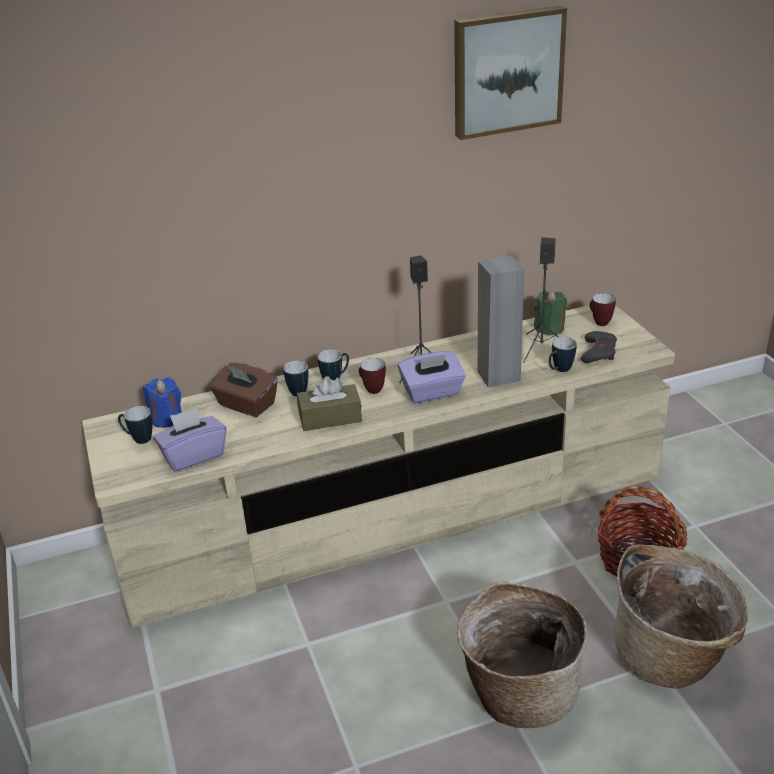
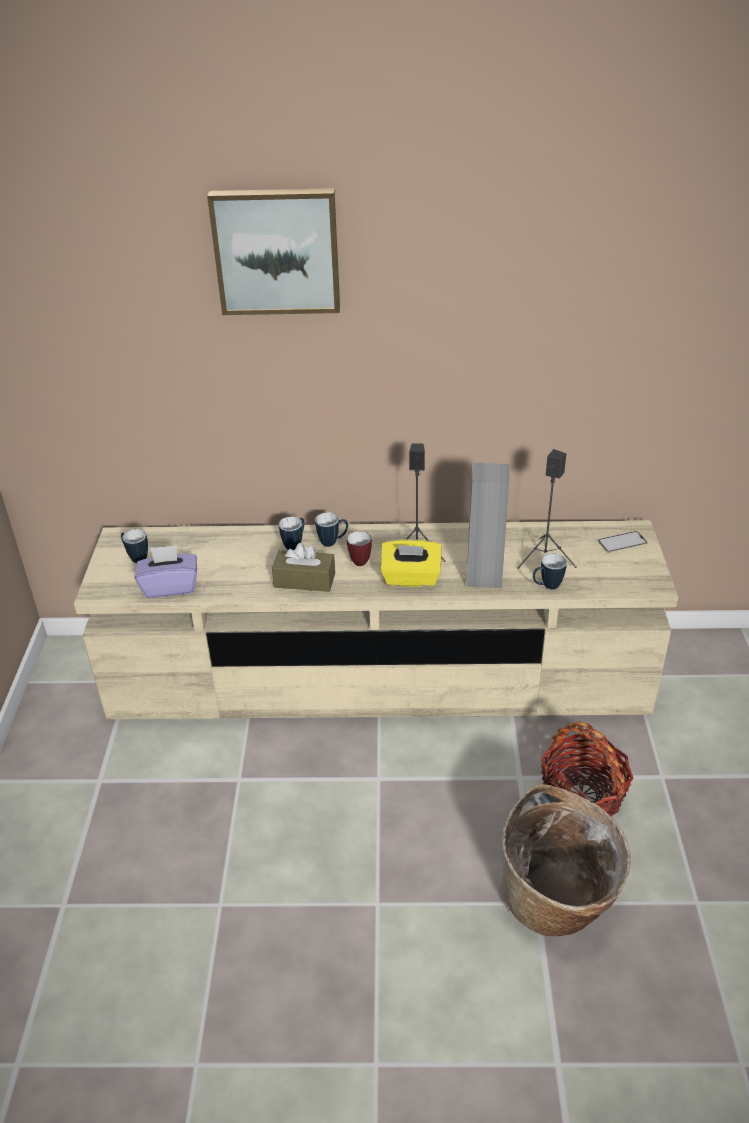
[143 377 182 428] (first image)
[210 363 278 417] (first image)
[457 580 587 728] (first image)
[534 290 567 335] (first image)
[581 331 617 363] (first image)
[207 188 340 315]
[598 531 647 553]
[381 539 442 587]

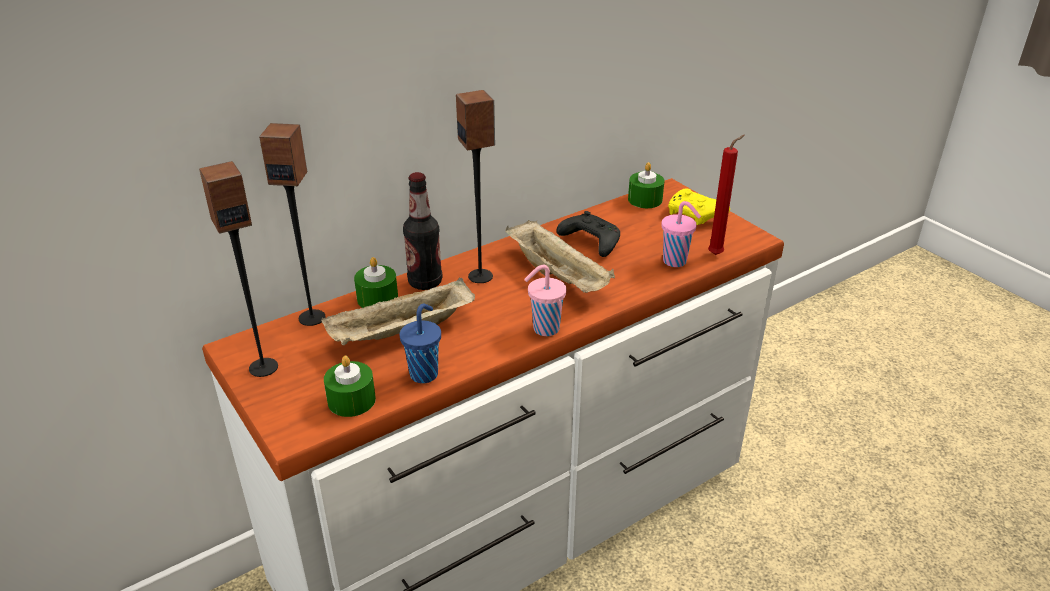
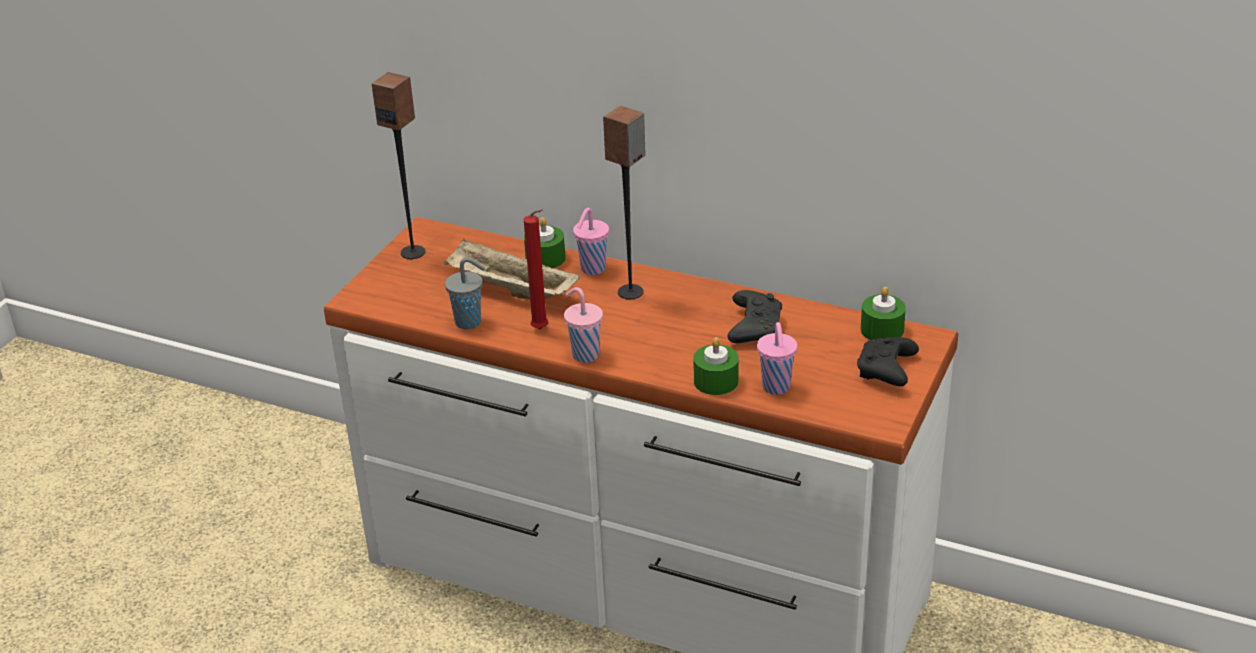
[259 123 326 326] (first image)
[505 220 615 293] (first image)
[693 337 739 395]
[524 209 548 329]
[573 208 609 275]
[445 258 485 329]
[857 337 919 386]

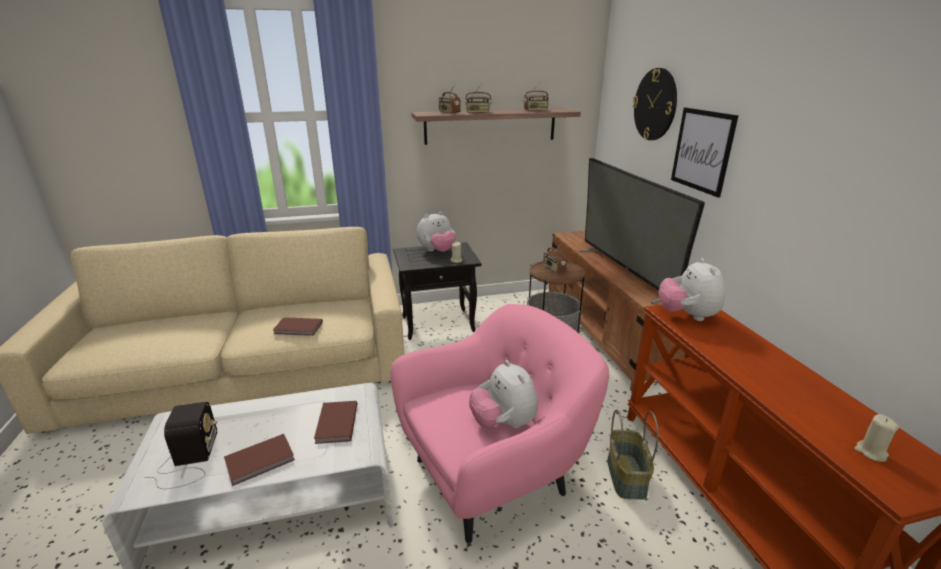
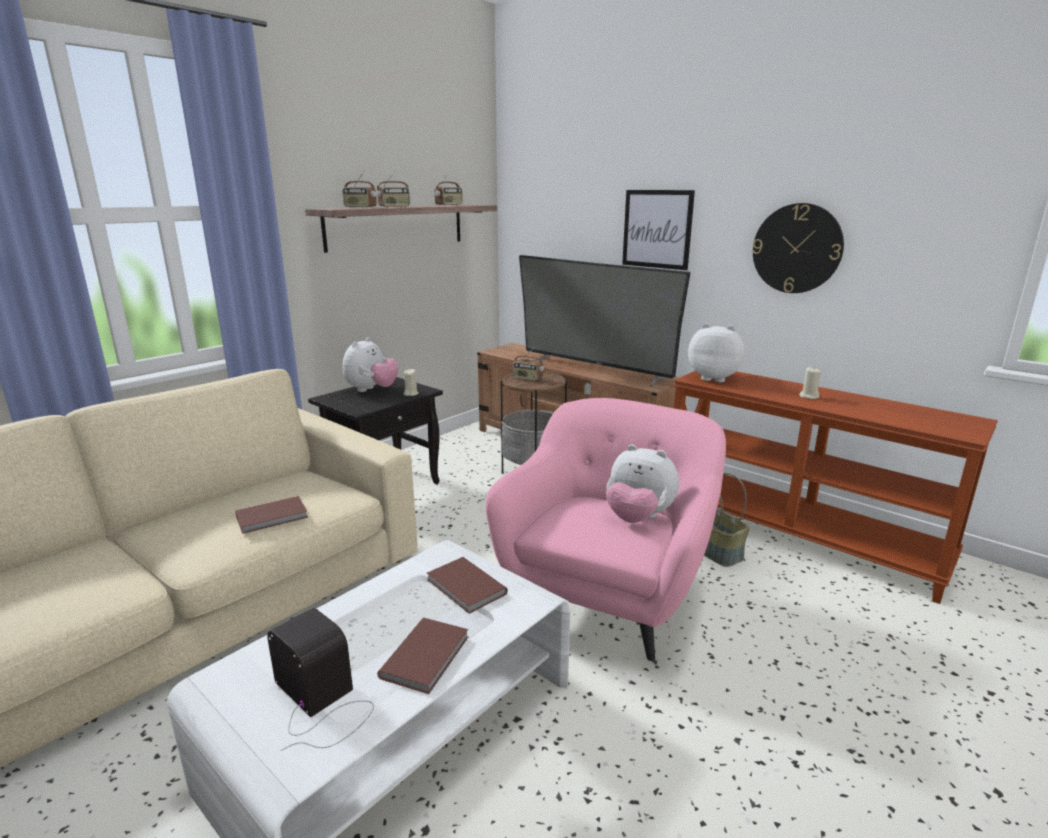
[752 203 844 293]
[799 367 821 399]
[688 323 745 383]

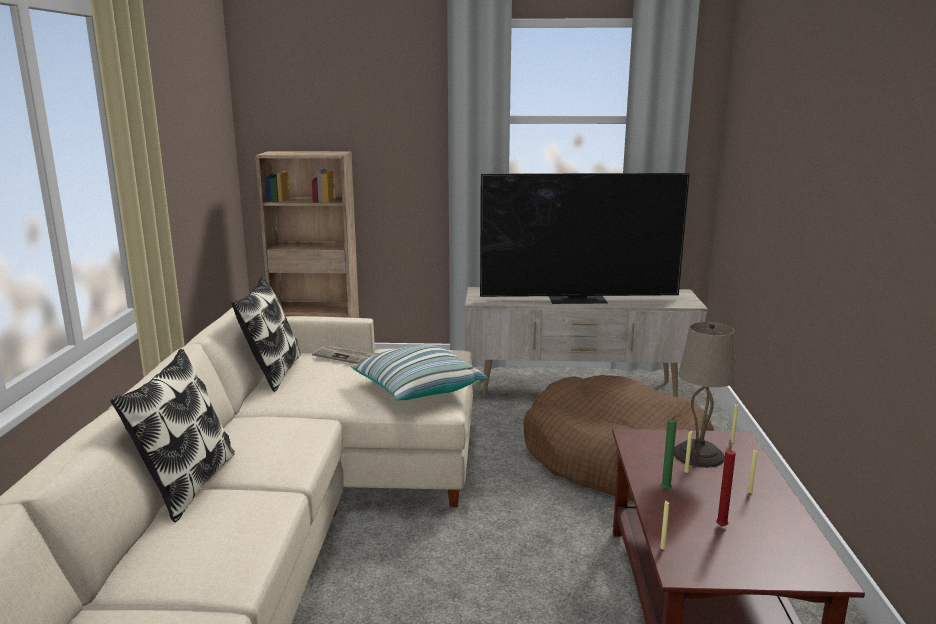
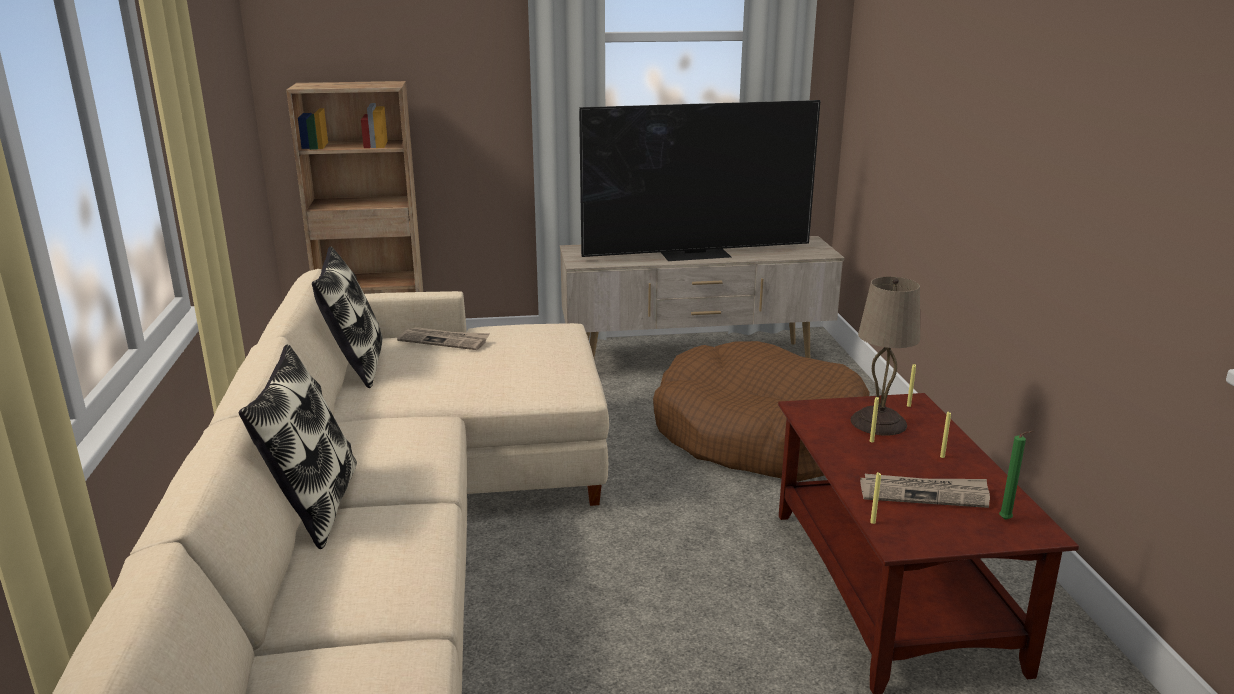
[350 345 487 401] (first image)
[999 431 1034 520]
[860 474 990 508]

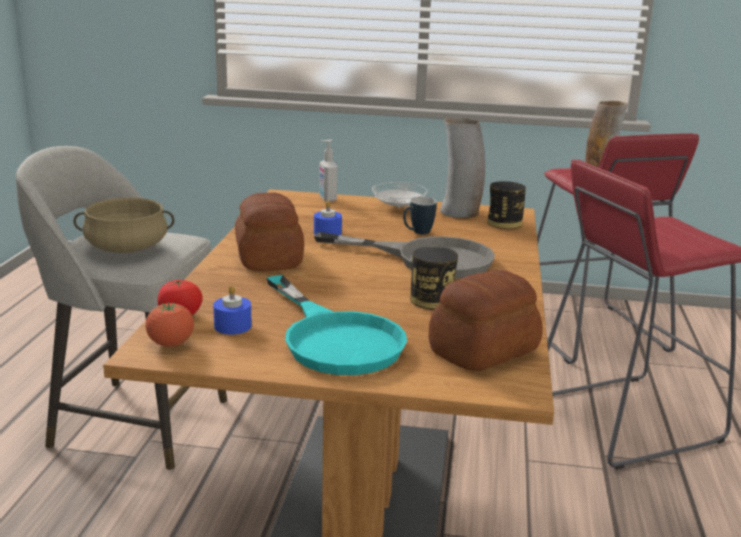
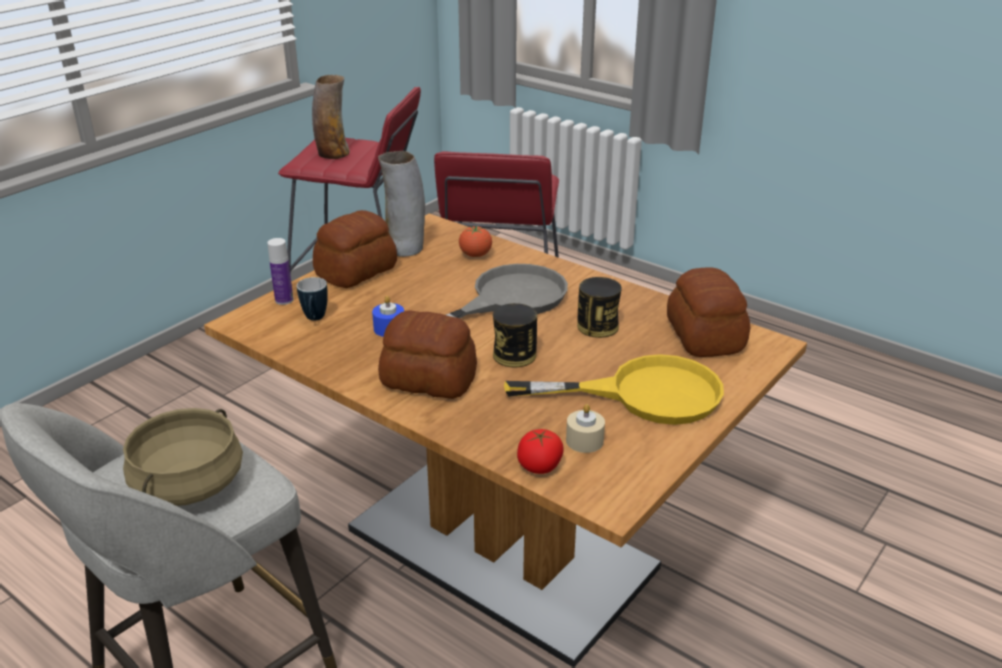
[459 226 492 257]
[297 277 328 321]
[493 303 537 367]
[267 238 294 305]
[313 210 397 288]
[566 404 605 453]
[504 354 724 425]

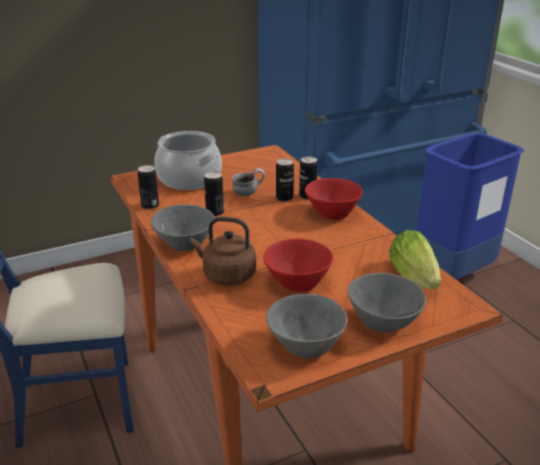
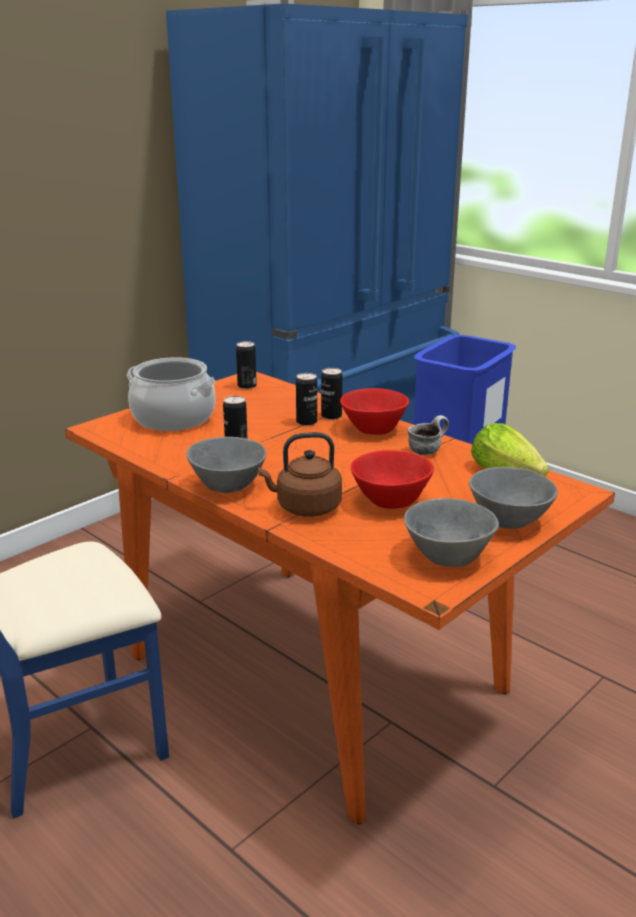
[236 341 257 389]
[408 415 449 455]

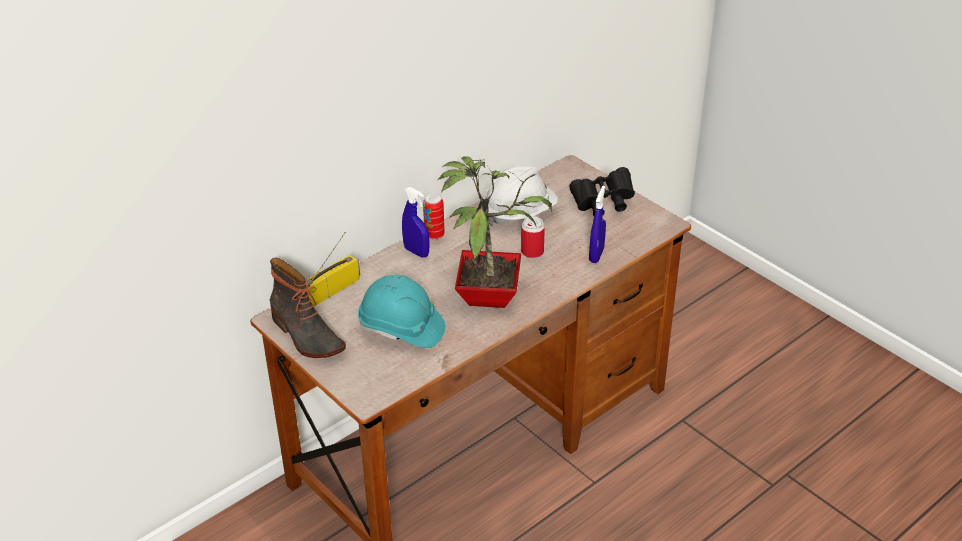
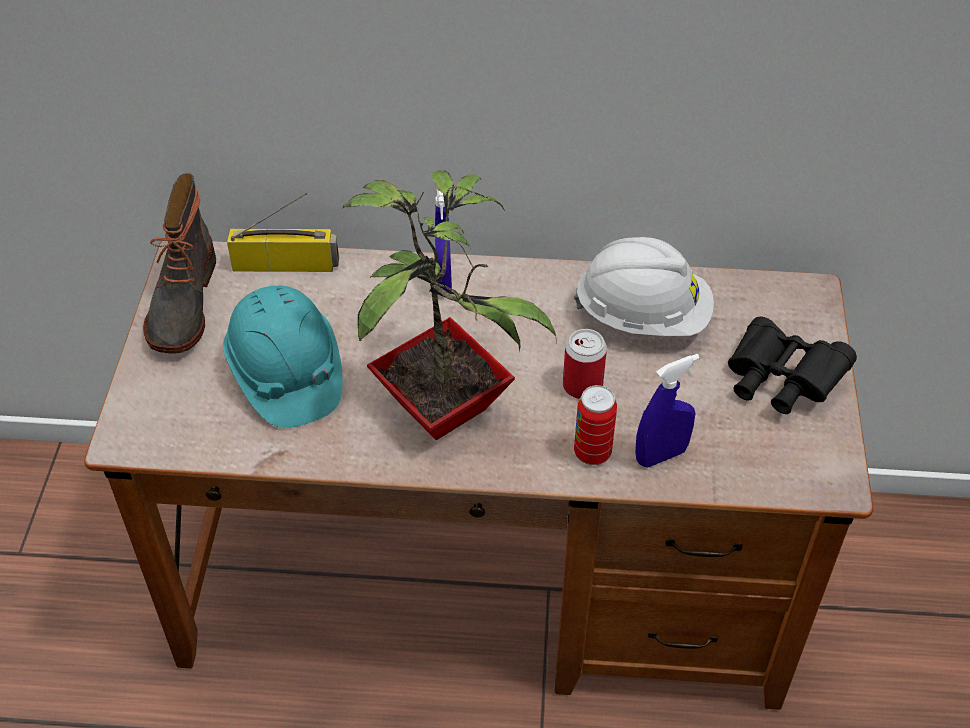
[574 385 617 465]

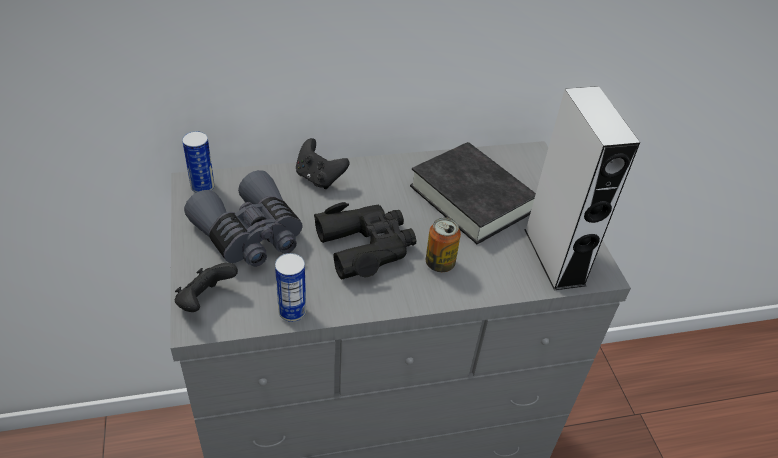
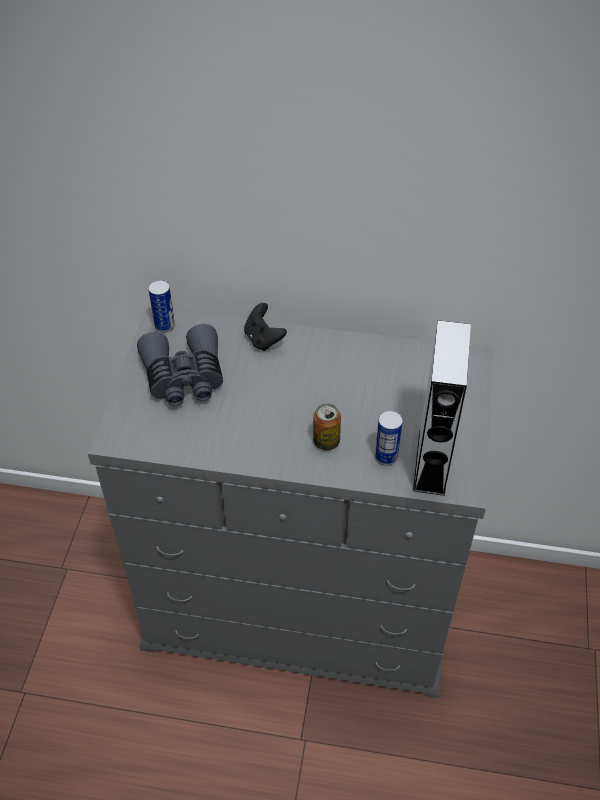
[175 263 238 312] (first image)
[314 202 417 279] (first image)
[410 142 536 244] (first image)
[375 411 403 466]

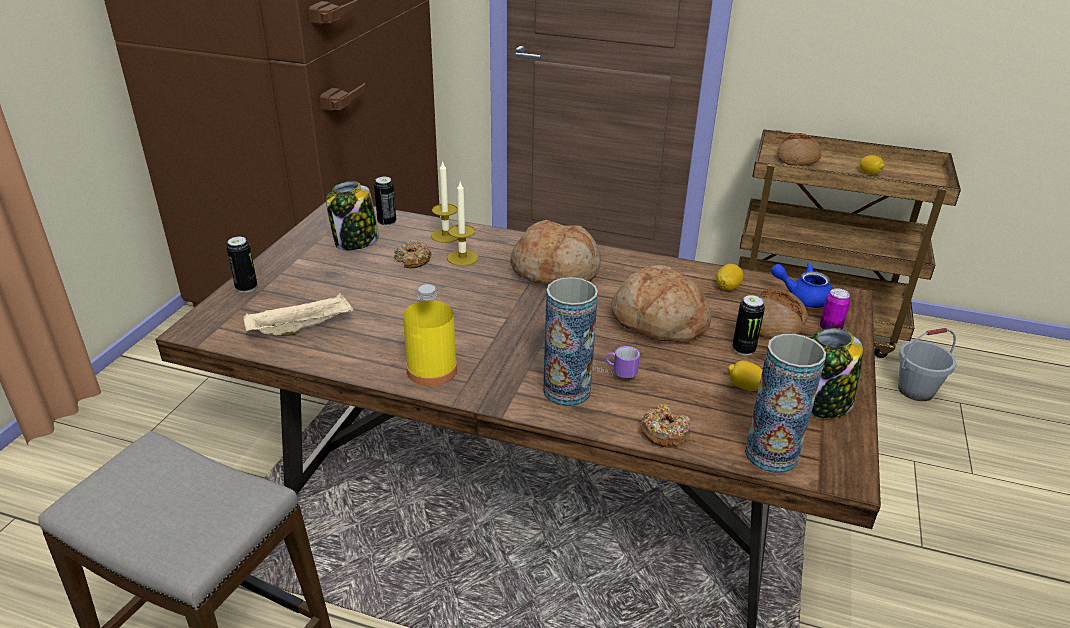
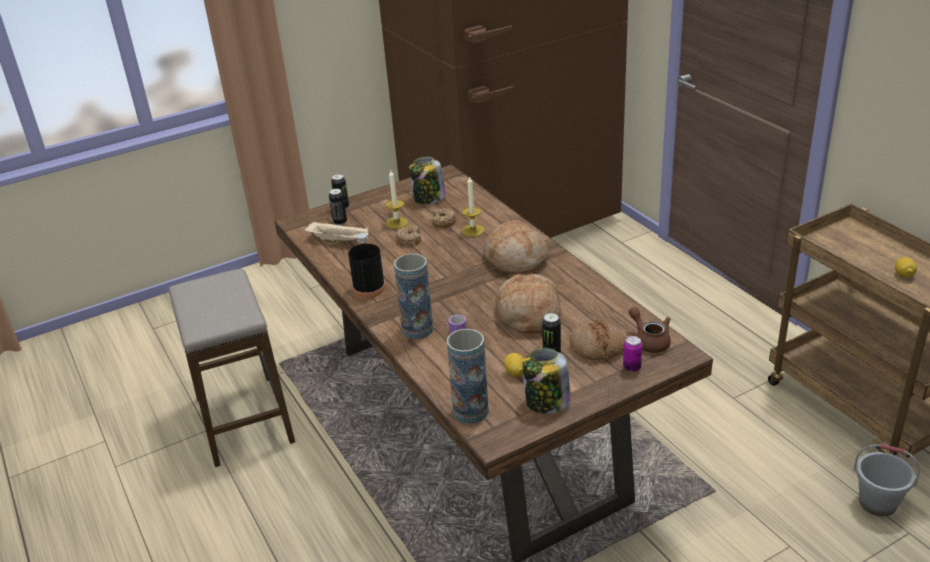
[716 264 743 290] (first image)
[777 133 821 166] (first image)
[329 189 347 226]
[385 170 408 229]
[395 226 421 246]
[348 233 385 298]
[629 307 671 353]

